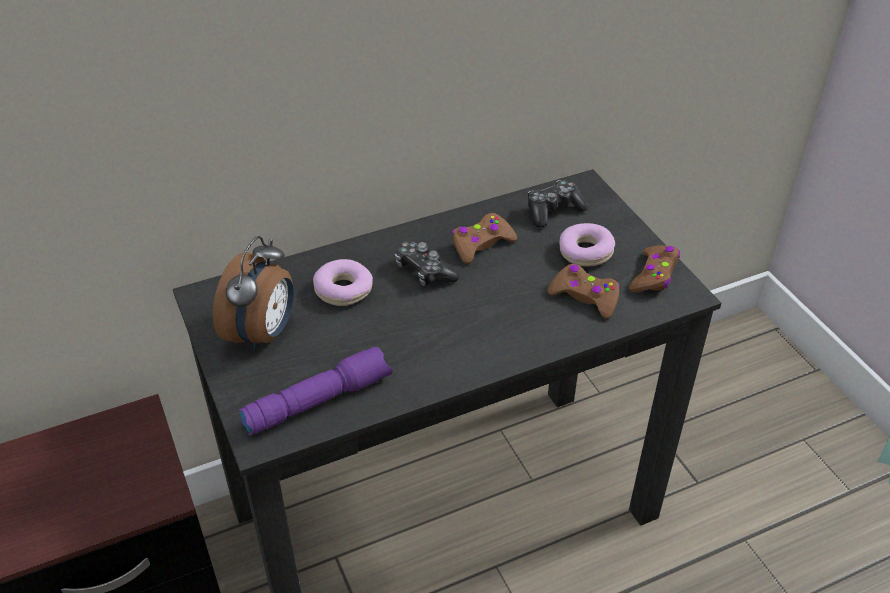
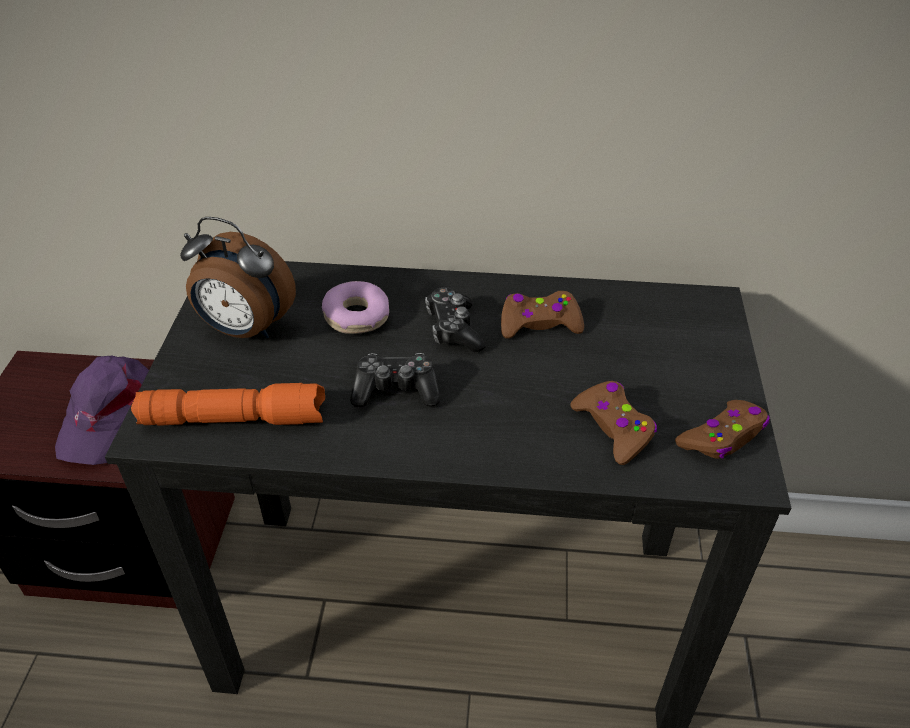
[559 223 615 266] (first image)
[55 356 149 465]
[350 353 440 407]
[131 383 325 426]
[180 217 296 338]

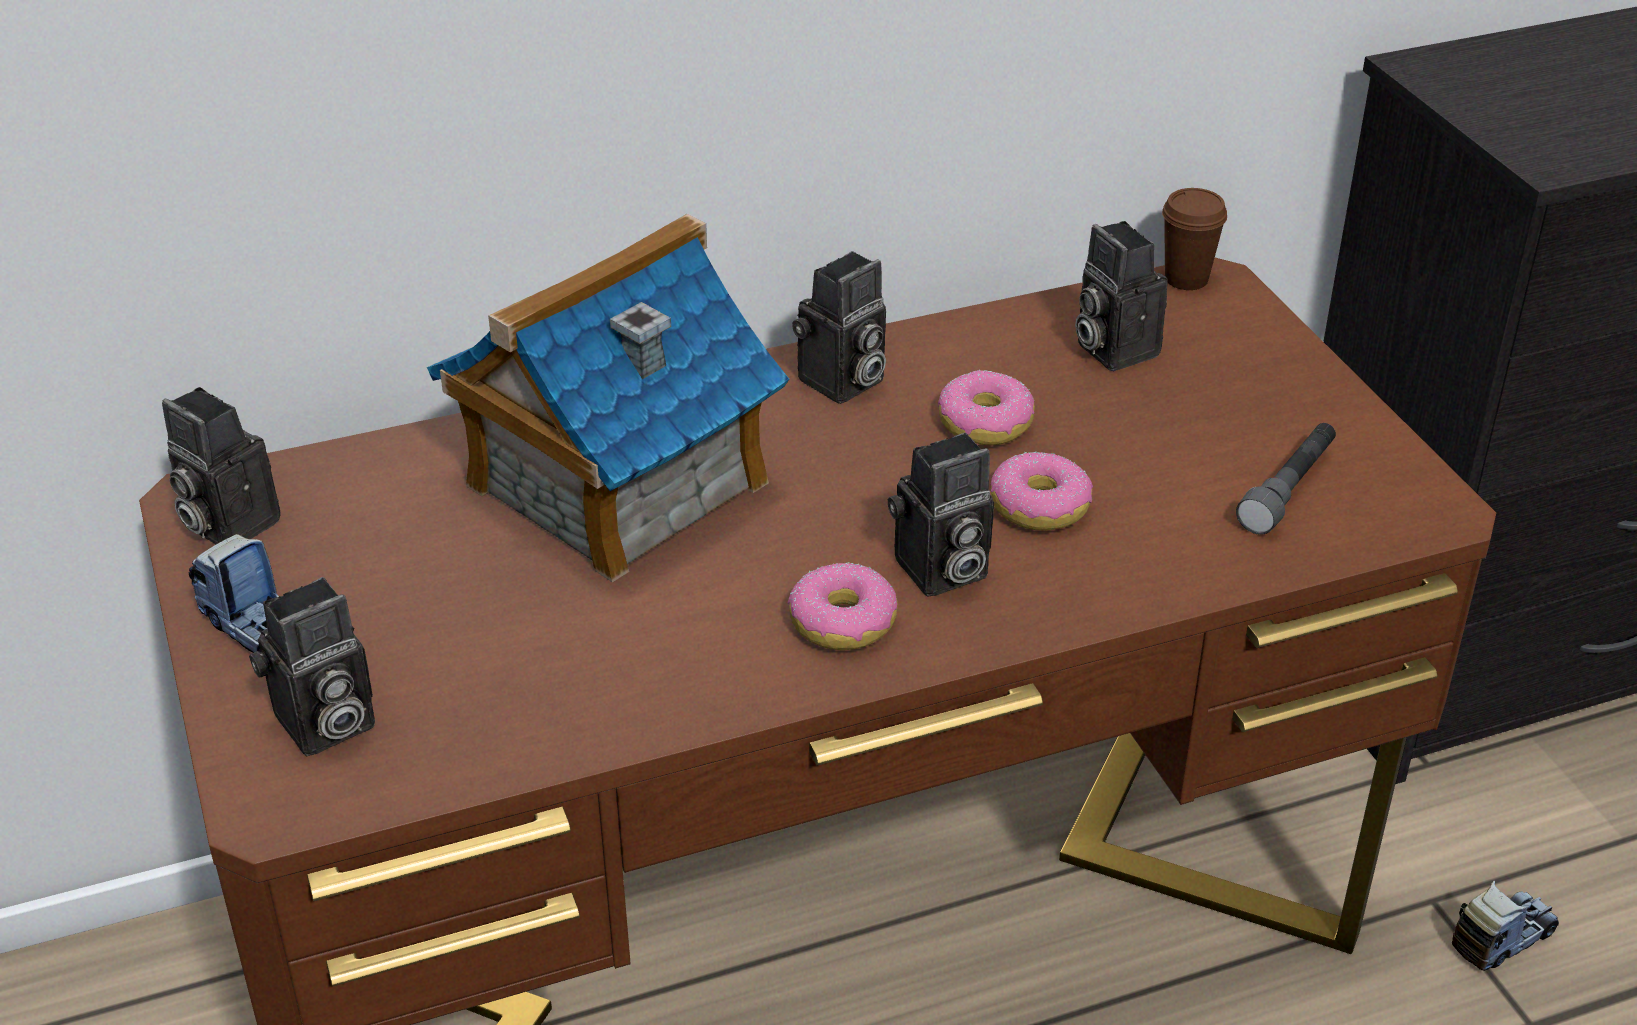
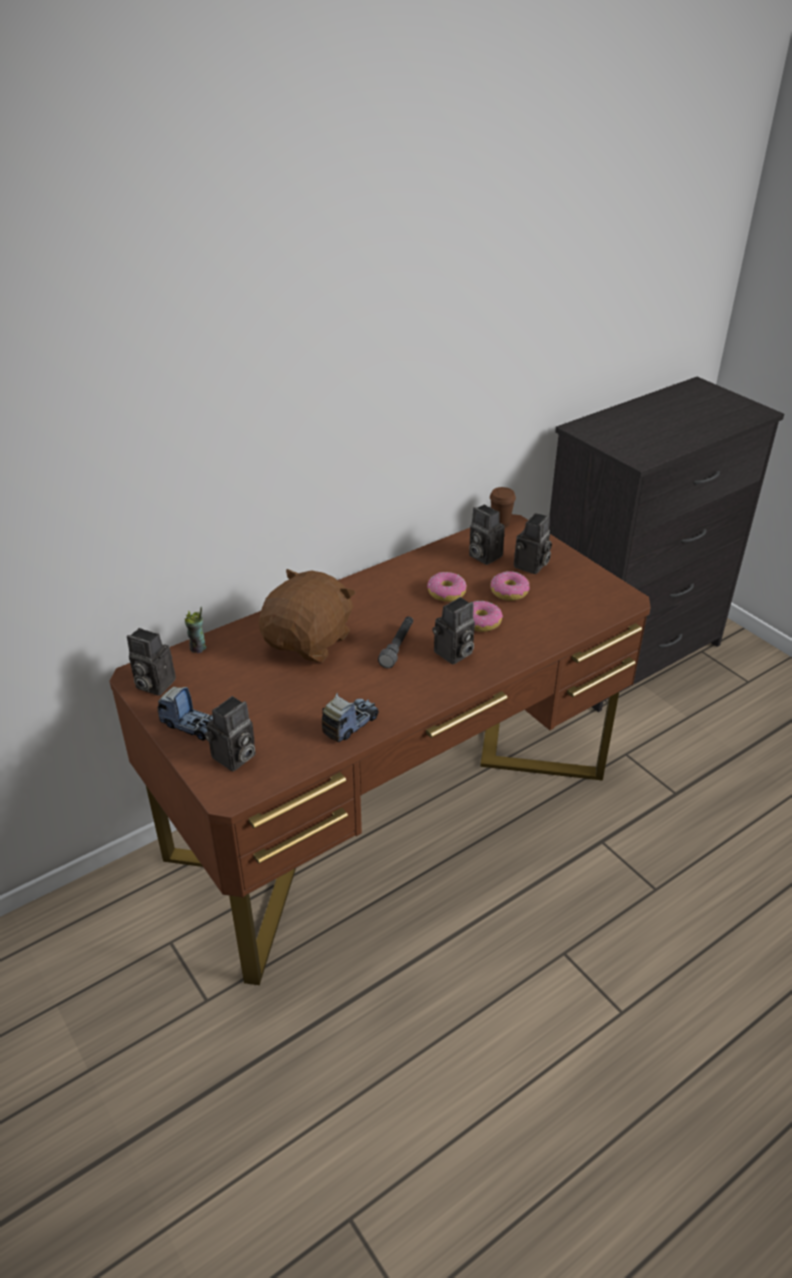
[185 607 206 653]
[490 571 530 601]
[514 513 552 574]
[378 616 413 668]
[322 693 379 742]
[259 569 355 662]

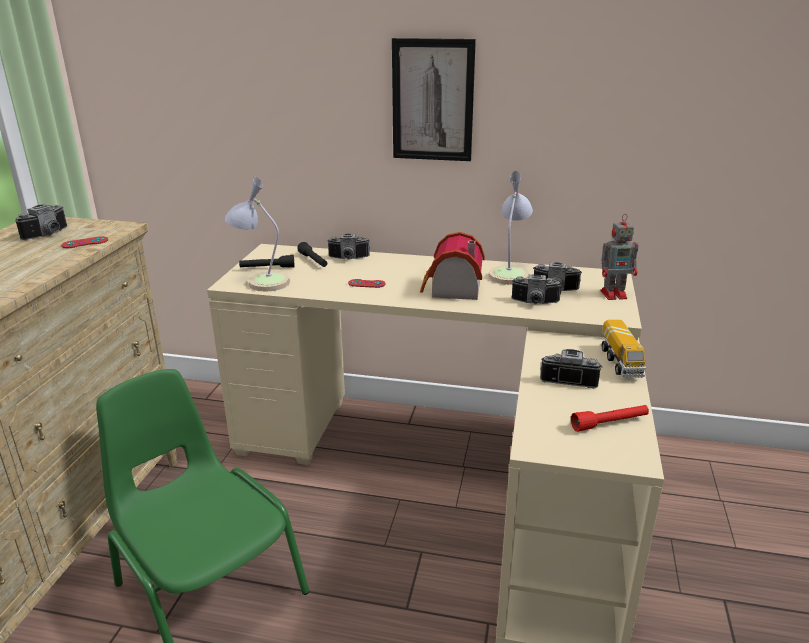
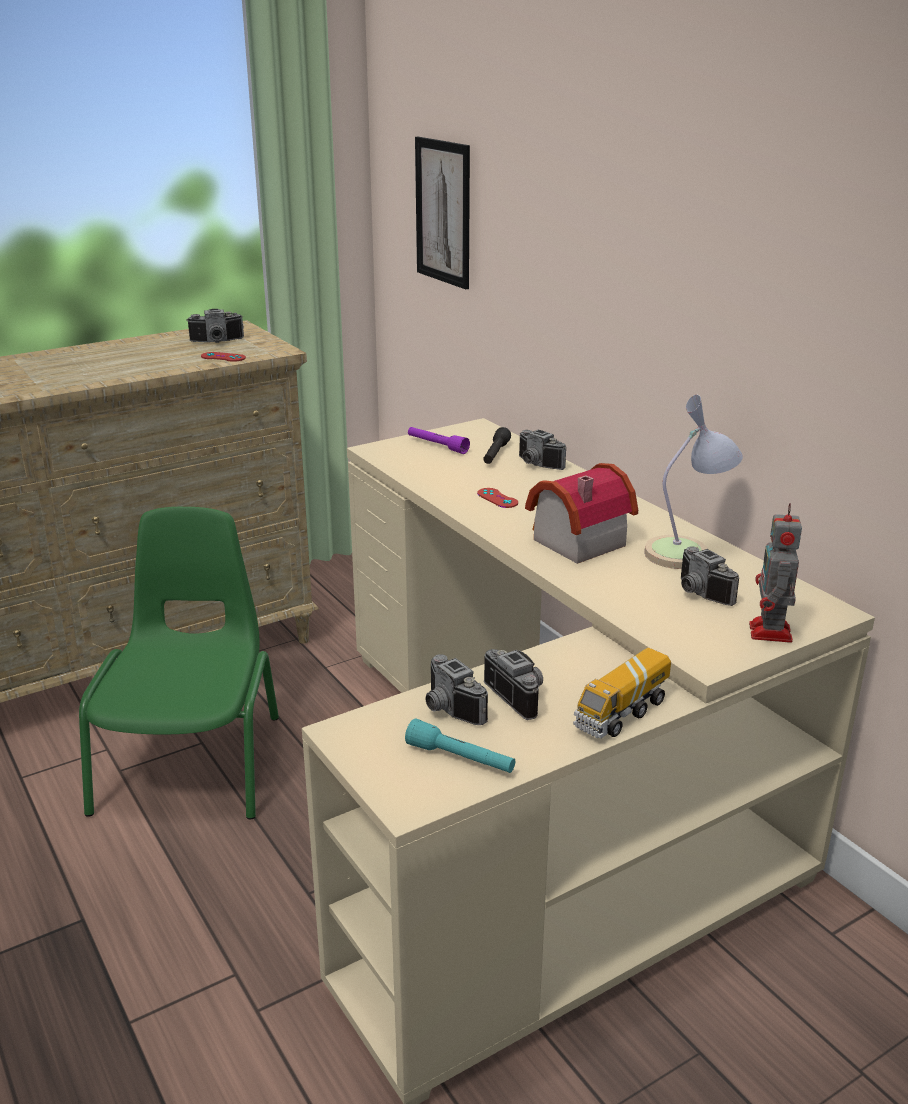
[224 177 290 291] (first image)
[415 137 470 290]
[426 654 488 725]
[408 427 470 454]
[405 719 515 773]
[749 503 802 643]

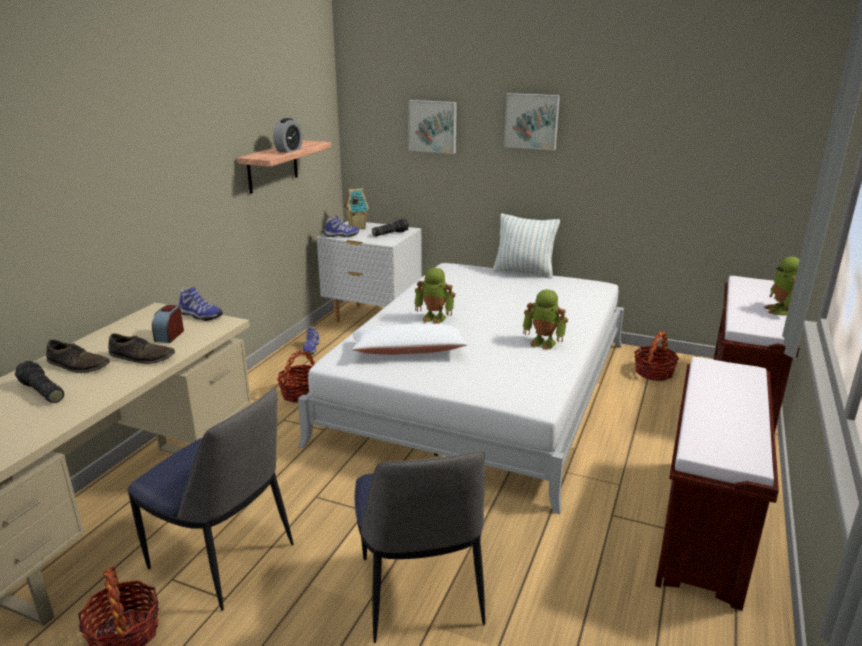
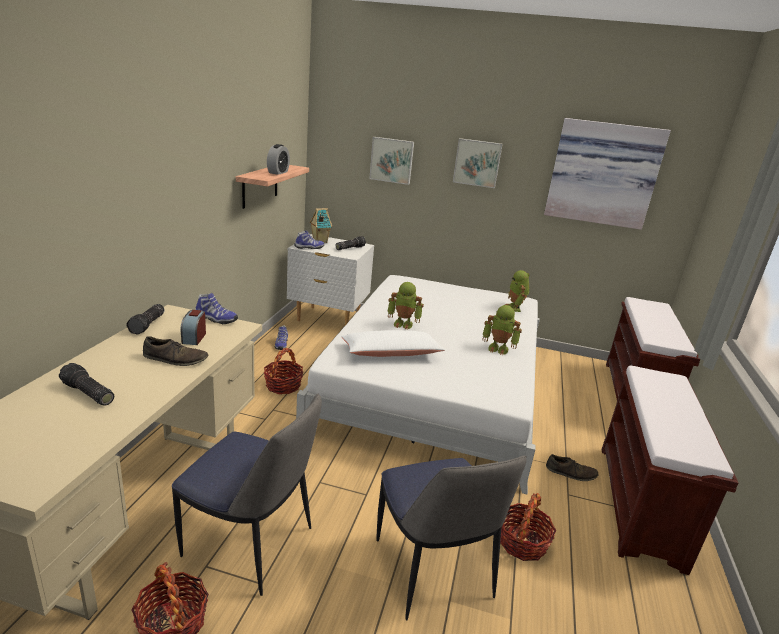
[493 214 560 279] (first image)
[126 304 164 335]
[544 118 671 230]
[546 454 598 481]
[500 493 557 561]
[505 270 530 312]

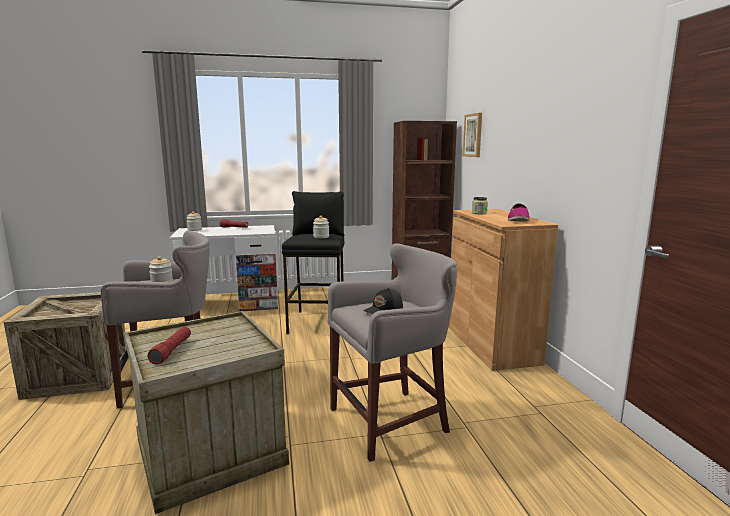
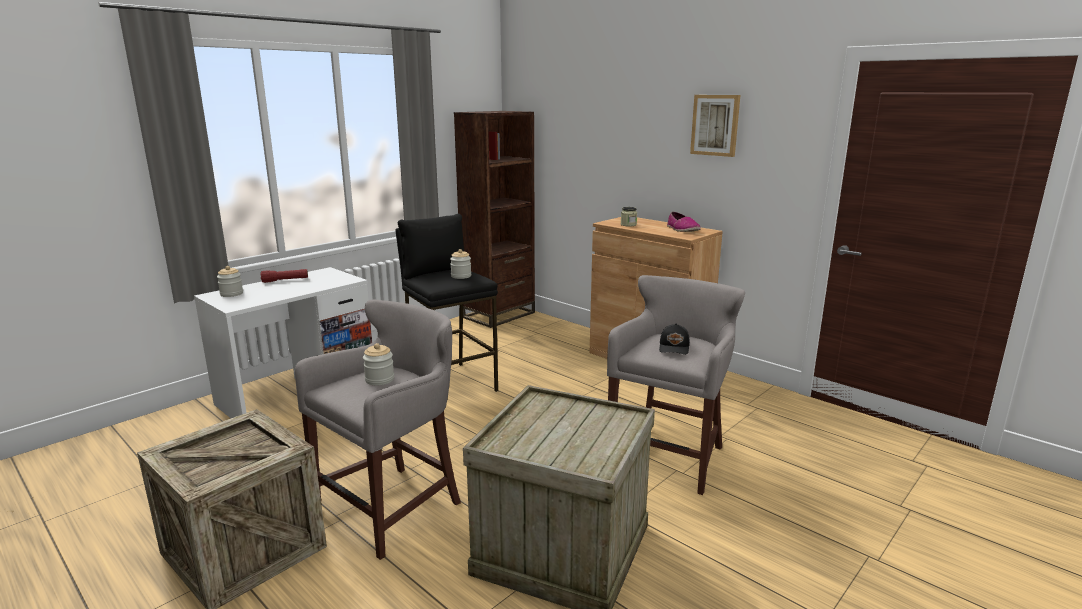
[147 327 191 364] (first image)
[690 95 740 157]

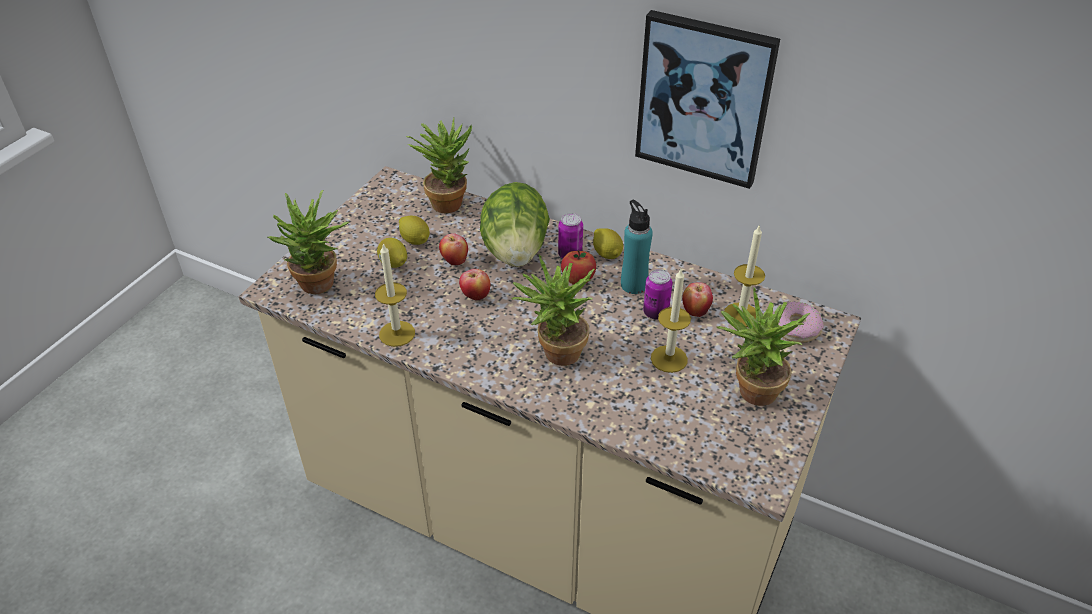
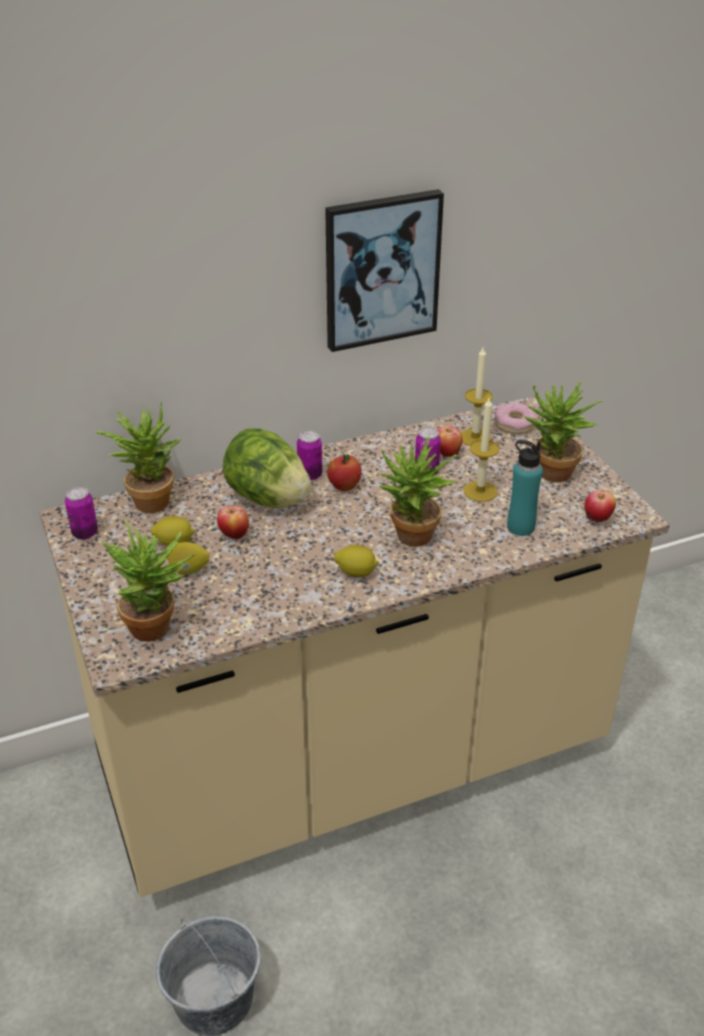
[375 244 415 347] (first image)
[65 487 98 539]
[156 916 261 1036]
[585 490 616 522]
[334 545 378 577]
[507 440 543 536]

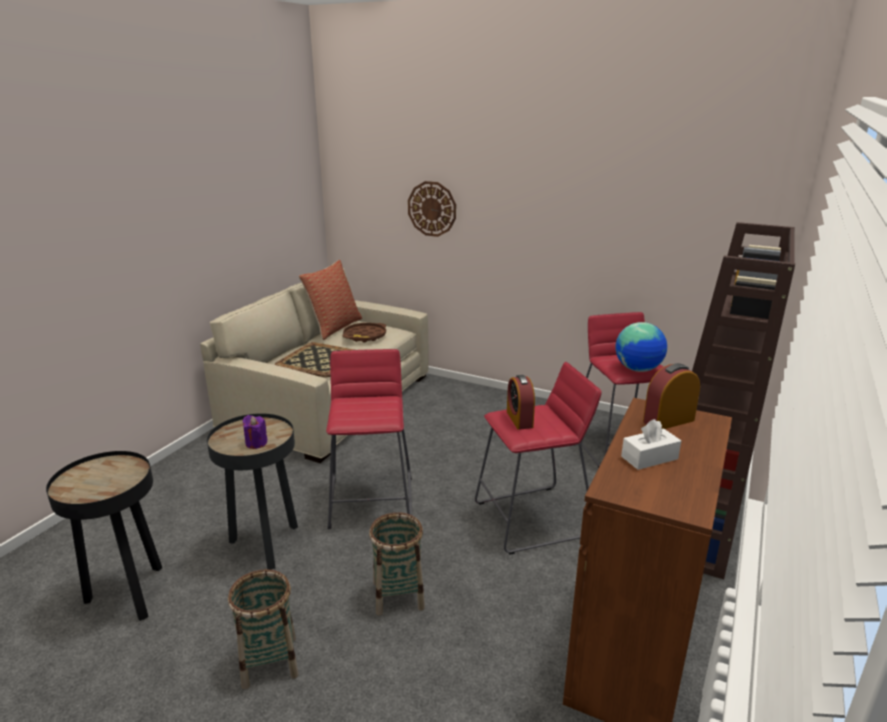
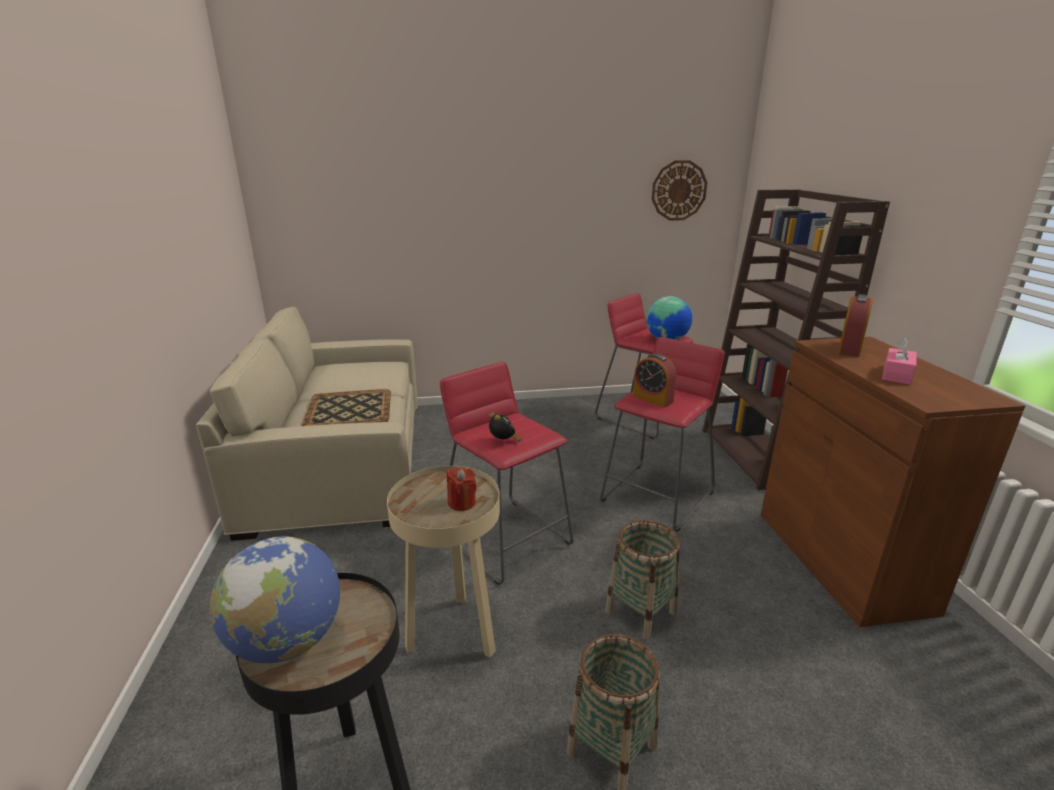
[299 260 362 340] (first image)
[342 323 386 343] (first image)
[210 536 340 663]
[489 412 522 441]
[652 160 707 221]
[387 466 500 658]
[447 467 476 511]
[882 337 917 385]

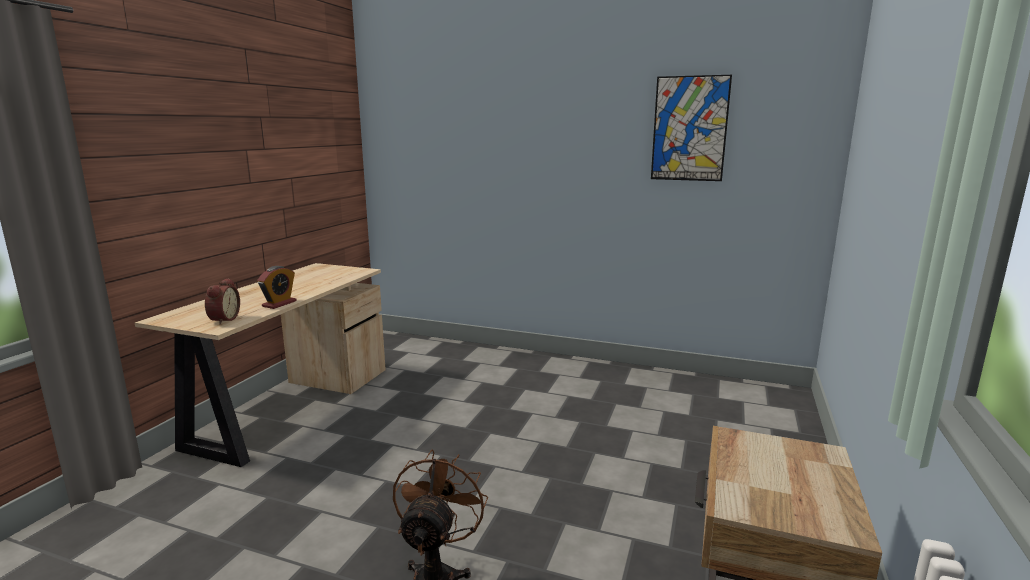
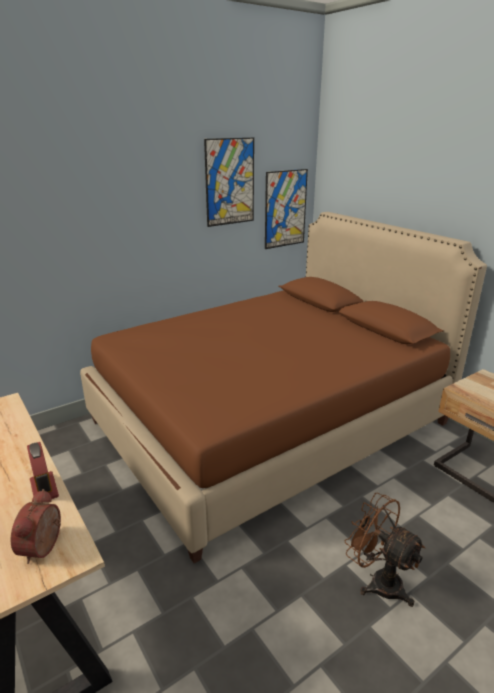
[80 212 487 563]
[265 169 308 249]
[11 489 61 564]

